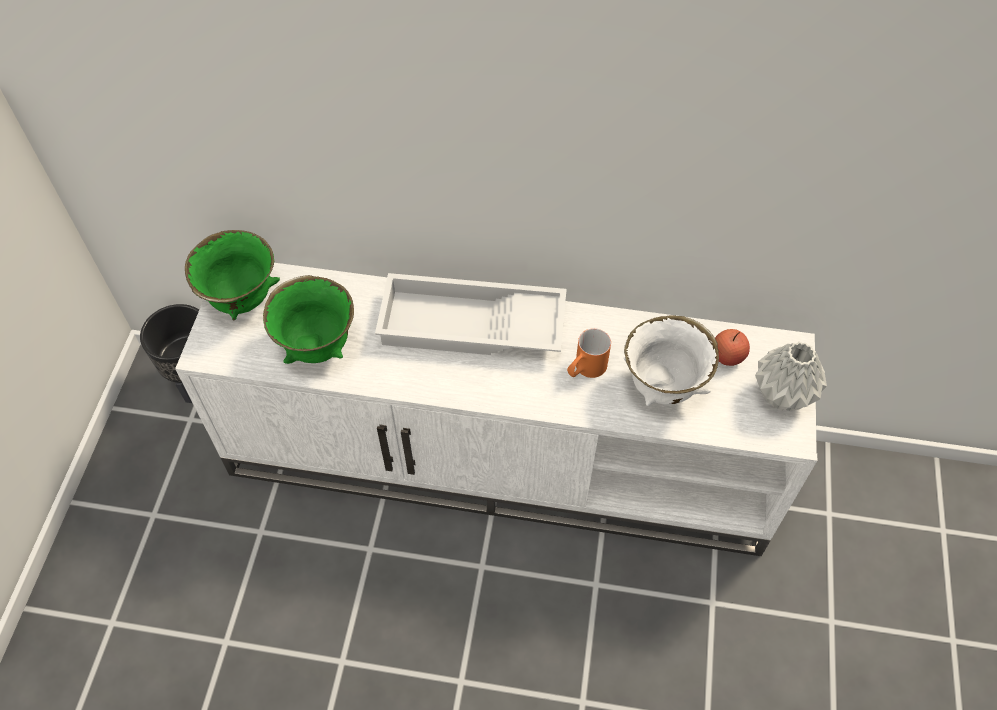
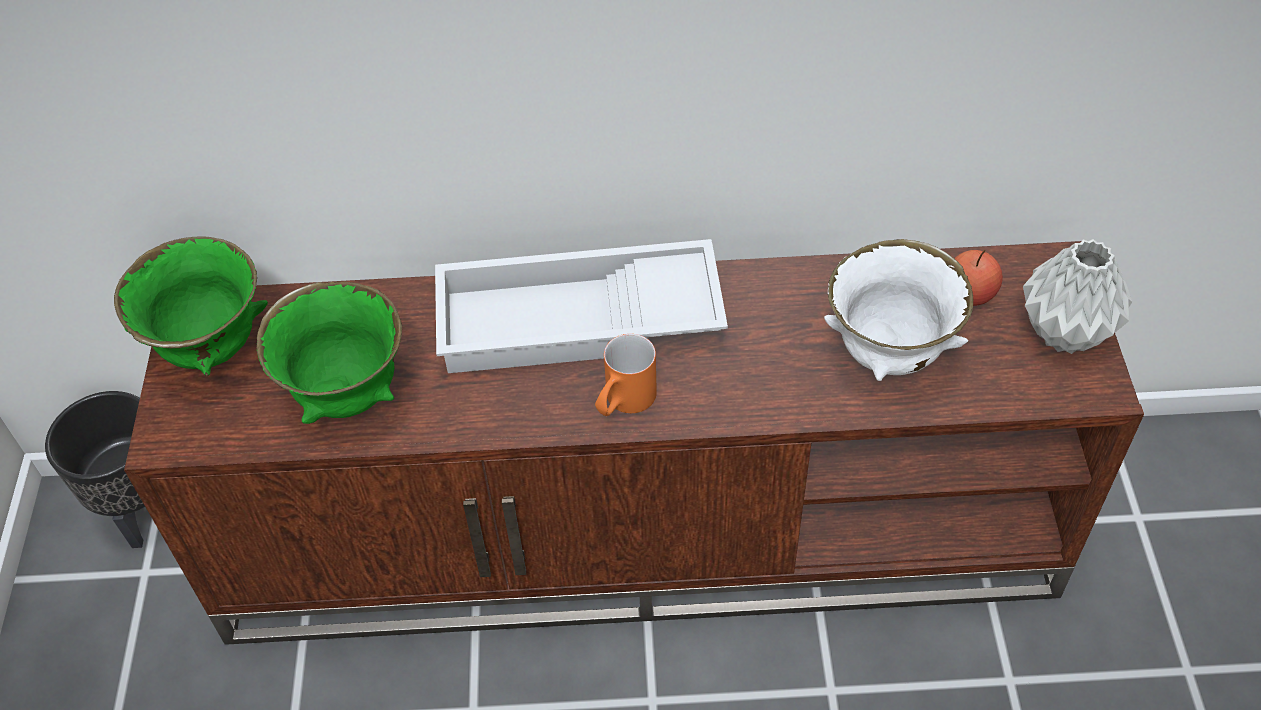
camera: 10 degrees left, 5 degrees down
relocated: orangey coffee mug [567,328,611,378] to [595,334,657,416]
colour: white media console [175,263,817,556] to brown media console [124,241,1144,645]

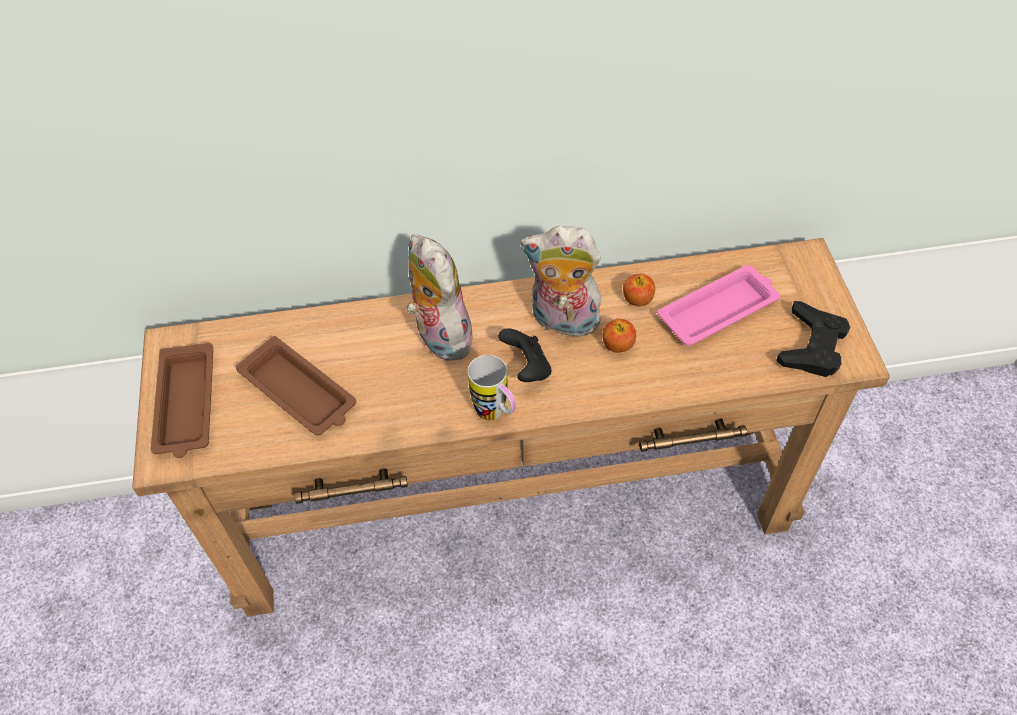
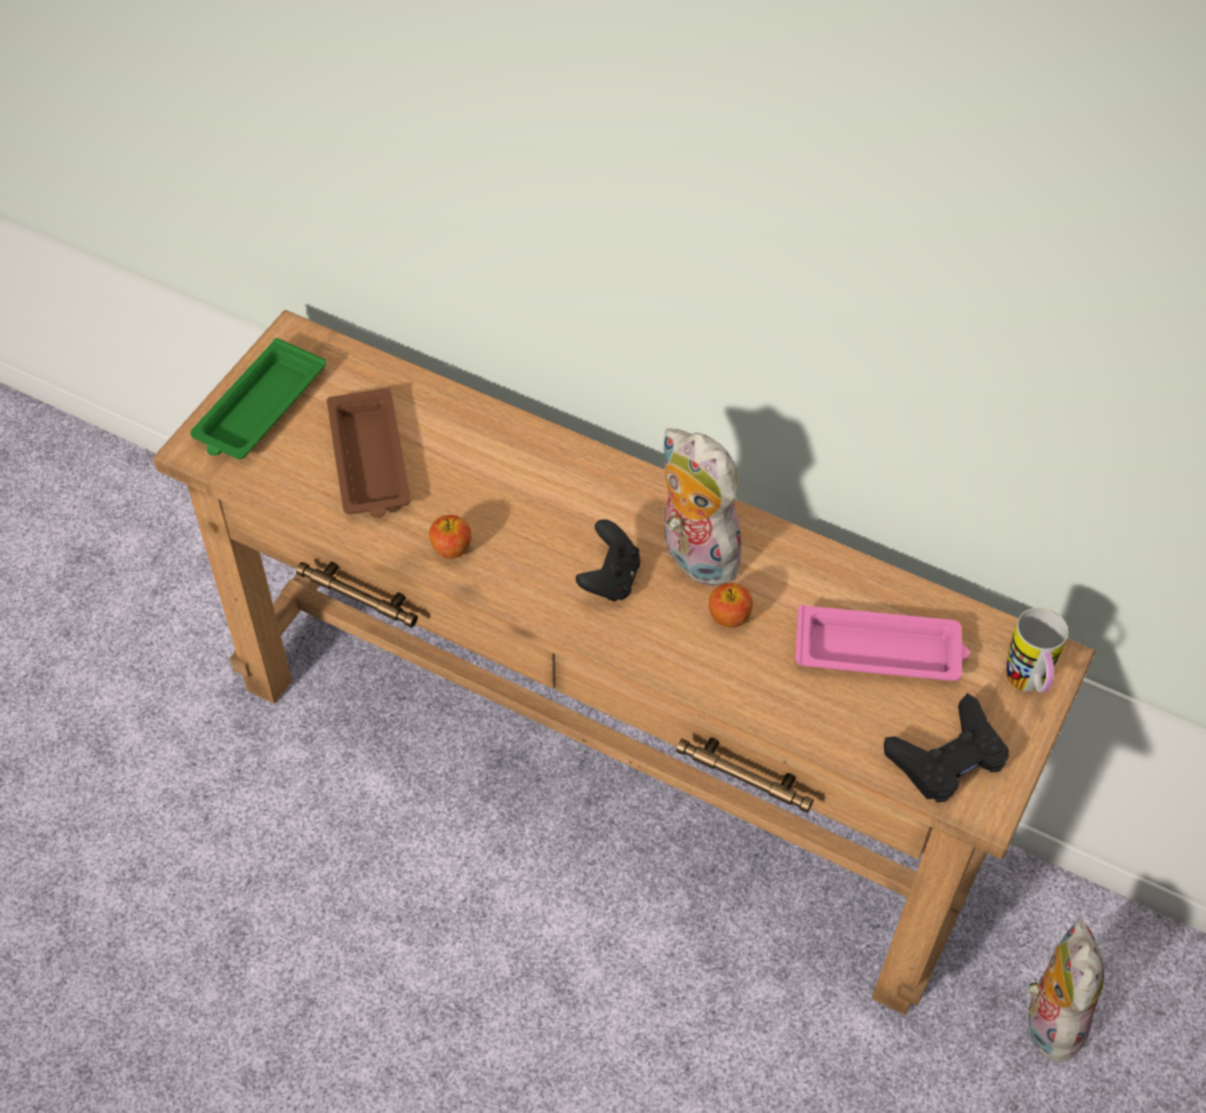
camera: 35 degrees right, 0 degrees up
relocated: soft toy [406,234,473,361] to [1023,919,1104,1068]; coffee mug [468,355,516,420] to [1007,607,1068,693]; apple fruit [623,274,655,306] to [429,515,471,559]
colour: brown carrying tray [151,343,213,458] to green carrying tray [190,338,326,459]

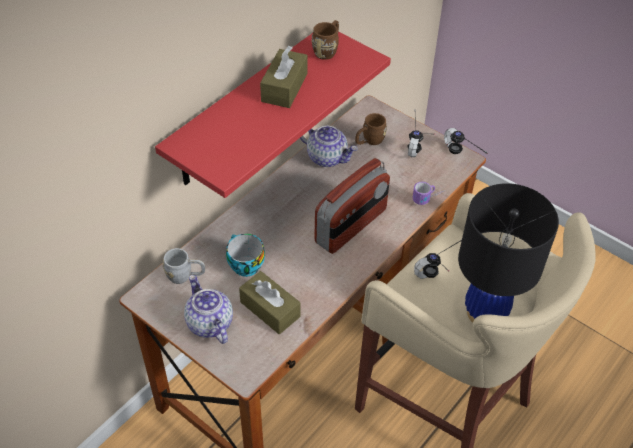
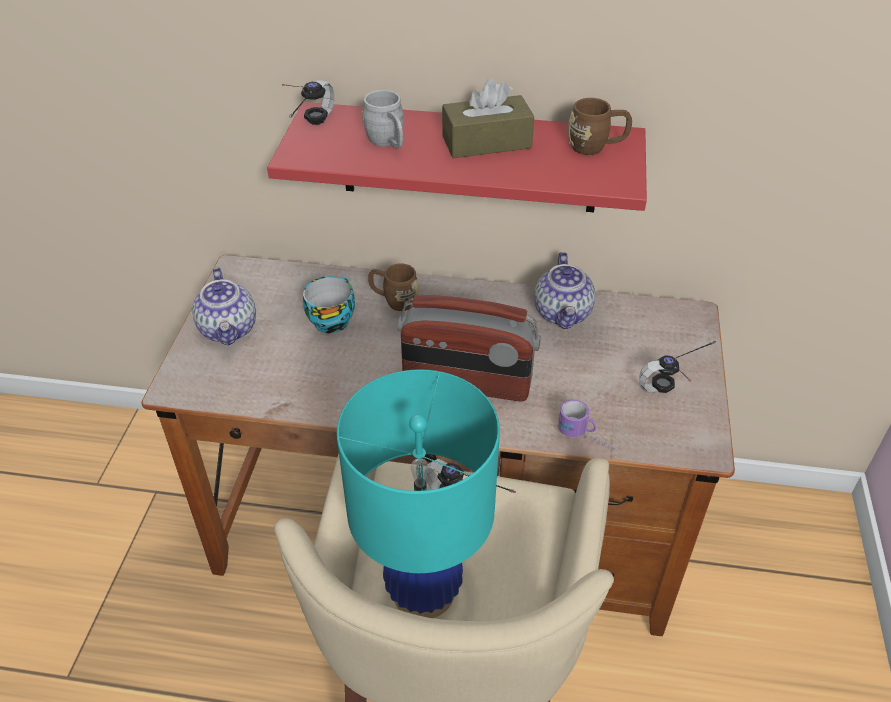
camera: 60 degrees right, 5 degrees down
missing: brown tissue holder [239,271,300,334]
relocated: grey coffee mug [163,248,205,284] to [362,90,403,149]; brown coffee mug [355,113,387,145] to [368,263,419,311]; headphones [444,128,488,154] to [282,80,334,125]
colour: blackish tabletop lamp [458,183,559,323] to turquoise tabletop lamp [337,369,500,618]
spun: teapot [184,275,233,344] = [192,267,256,346] 135 degrees clockwise

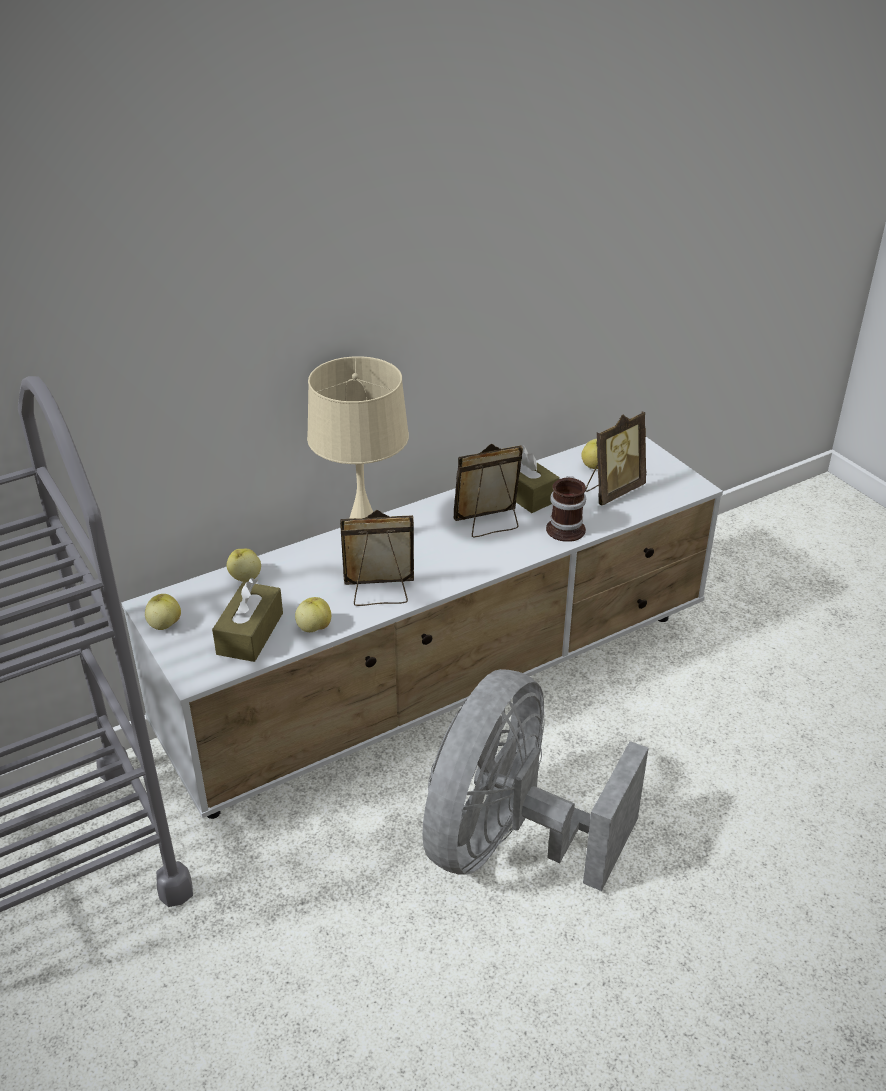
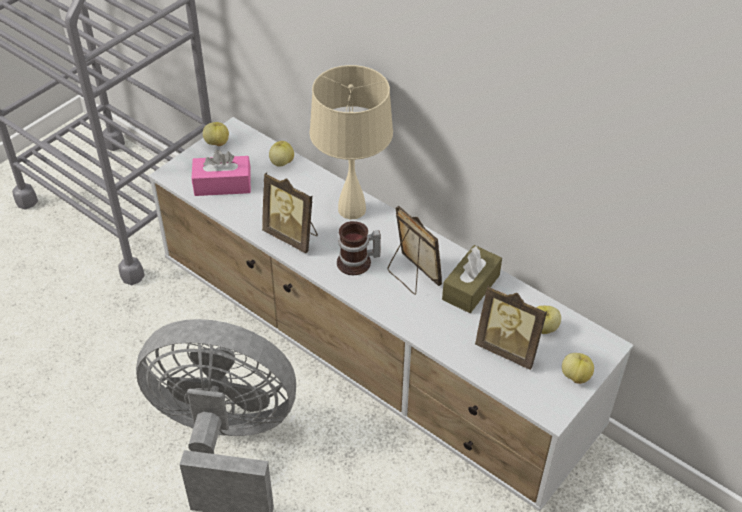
camera: 70 degrees right, 10 degrees up
relocated: apple fruit [295,597,331,632] to [562,353,594,384]; coffee mug [546,476,586,542] to [337,221,381,275]
colour: brown tissue holder [212,578,283,662] to pink tissue holder [192,150,251,196]
spun: photo frame [340,510,414,606] = [262,172,318,253] 150 degrees clockwise

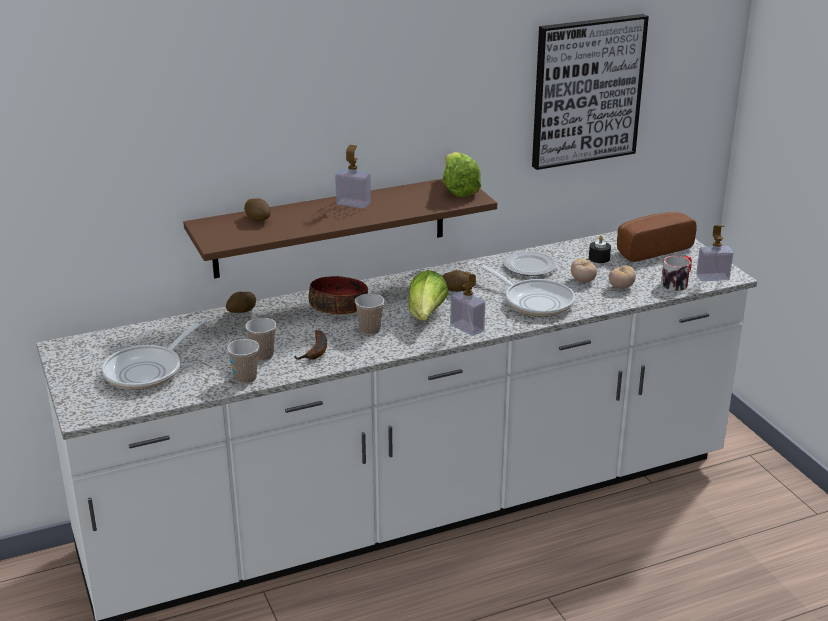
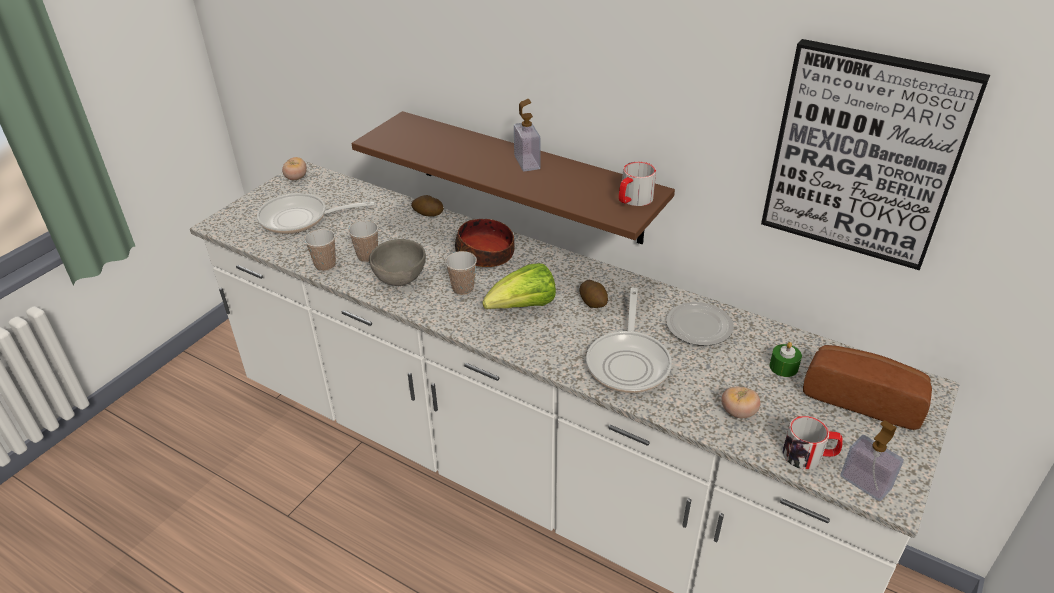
camera: 55 degrees right, 10 degrees up
missing: whole potato [244,198,271,222]; soap dispenser [450,272,485,336]
relocated: fresh tomato [571,258,597,282] to [282,157,307,180]
exchanged: whole banana [294,330,327,360] to grey serving bowl [369,239,426,286]; head of lettuce [443,152,481,197] to coffee mug [619,162,656,206]
colour: blackish candle [589,235,611,263] to green candle [770,342,802,377]

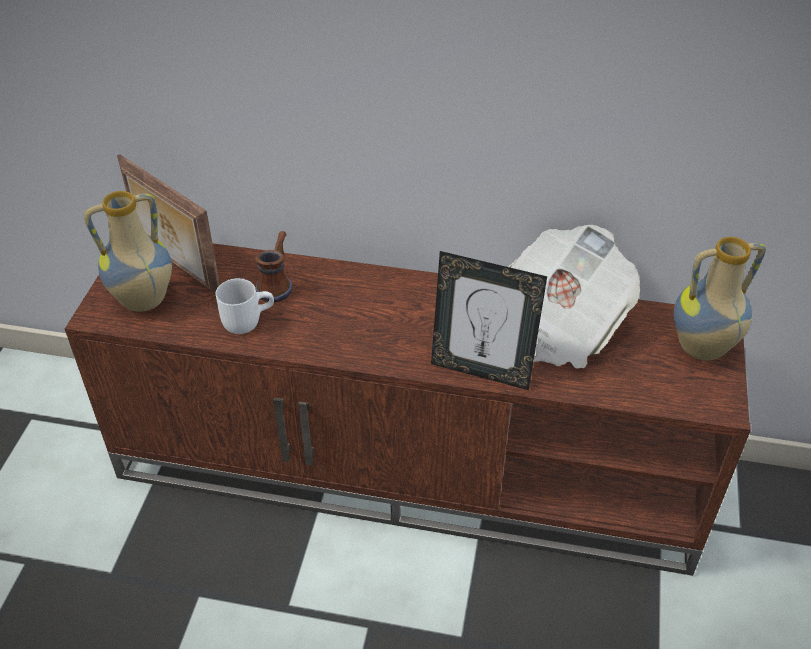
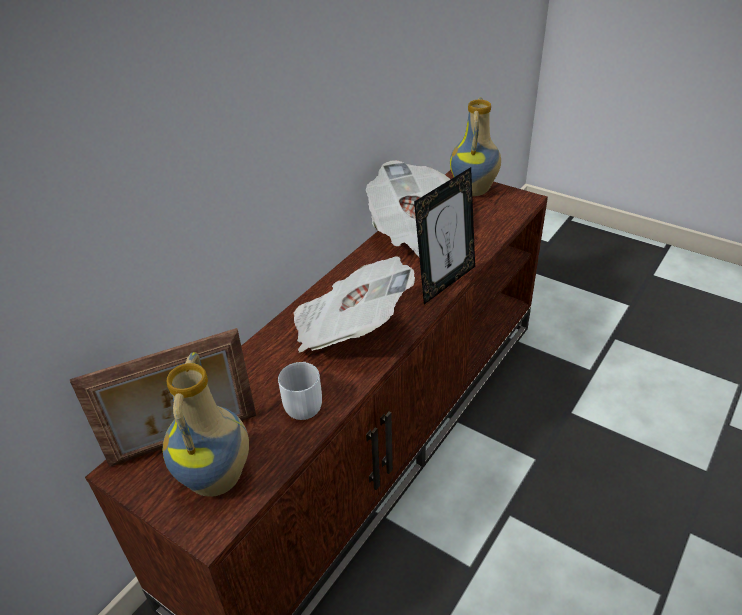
camera: 65 degrees left, 5 degrees down
missing: coffee mug [255,231,292,302]
appeared: newspaper [294,256,415,352]

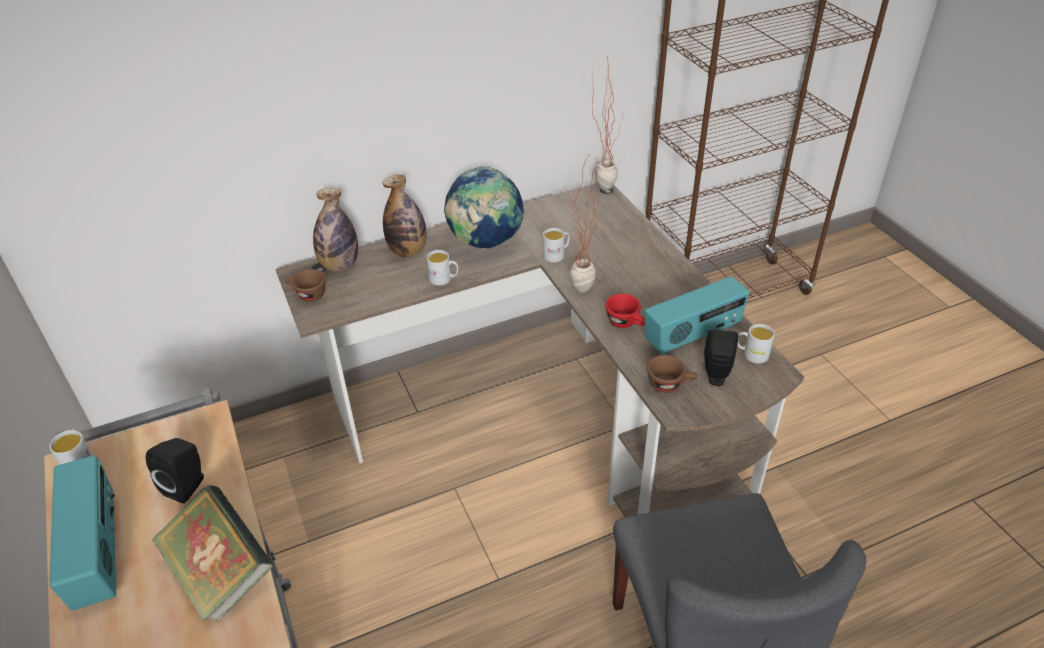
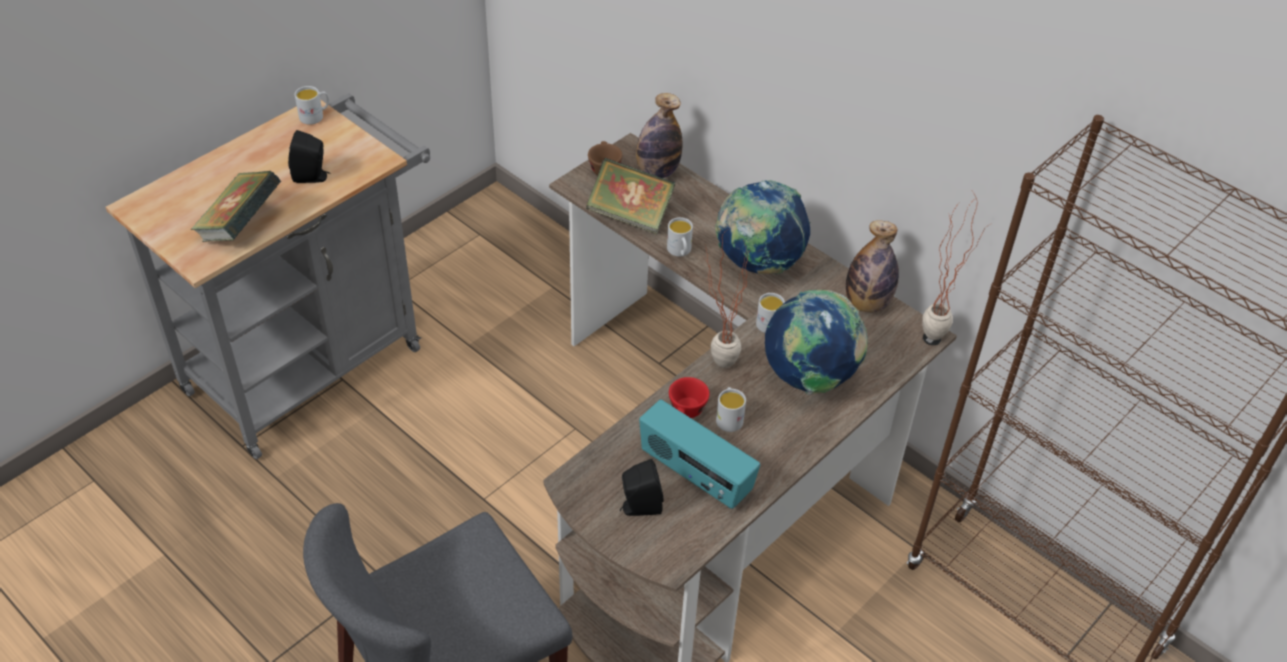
camera: 65 degrees right, 5 degrees up
missing: radio set [49,456,116,610]; brown cup [647,355,697,393]
appeared: bound book [586,158,675,234]; world globe [765,290,868,395]
relocated: drink bottle [382,175,427,257] to [846,220,899,313]; white coffee mug [737,324,775,363] to [716,387,746,432]

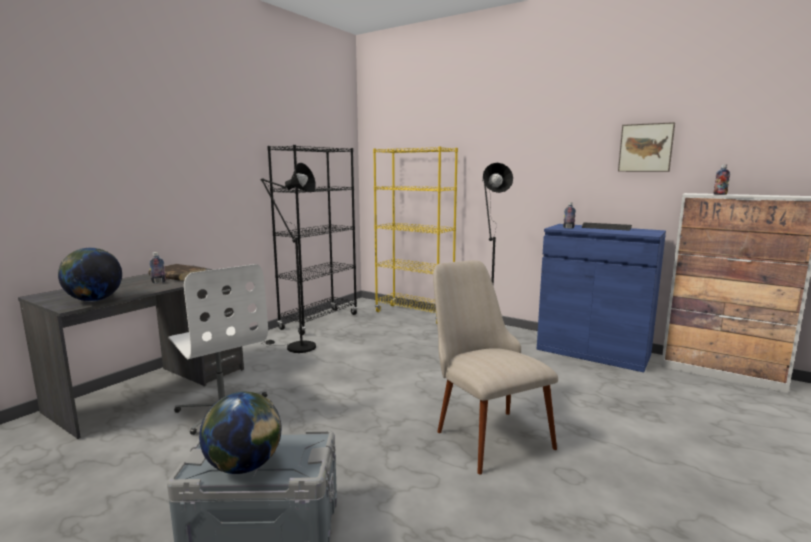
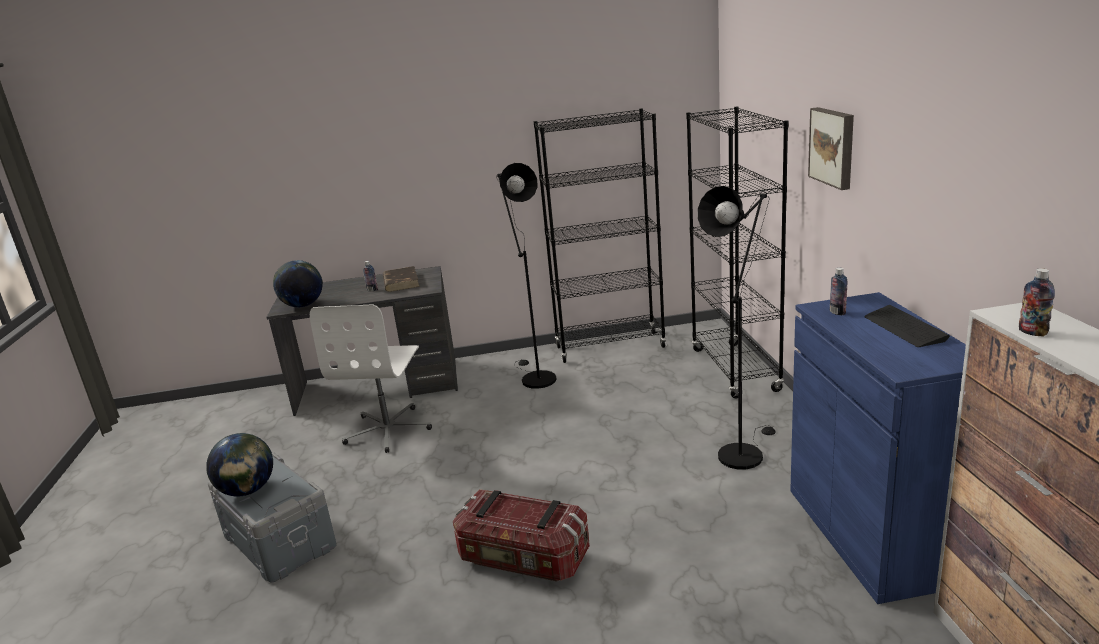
camera: 50 degrees right, 10 degrees up
relocated: wall picture [618,122,675,172] to [808,107,854,190]
exchanged: sand-coloured upright chair [433,260,558,475] to storage box [453,489,590,582]
colour: yellow-coloured shelving unit [373,146,458,324] to blackish shelving unit [686,107,788,398]

